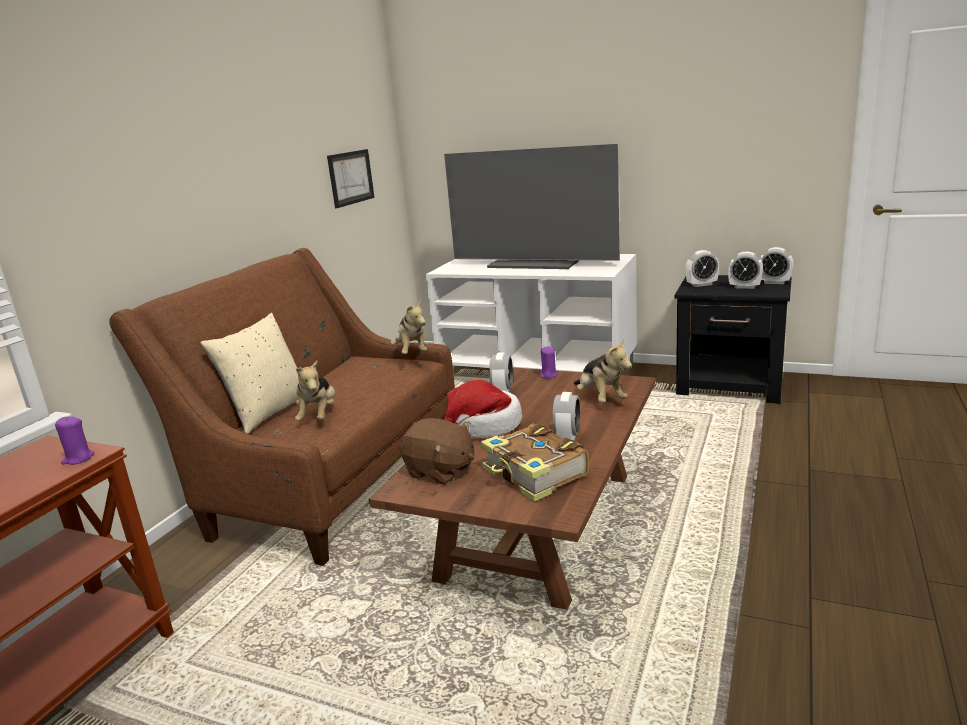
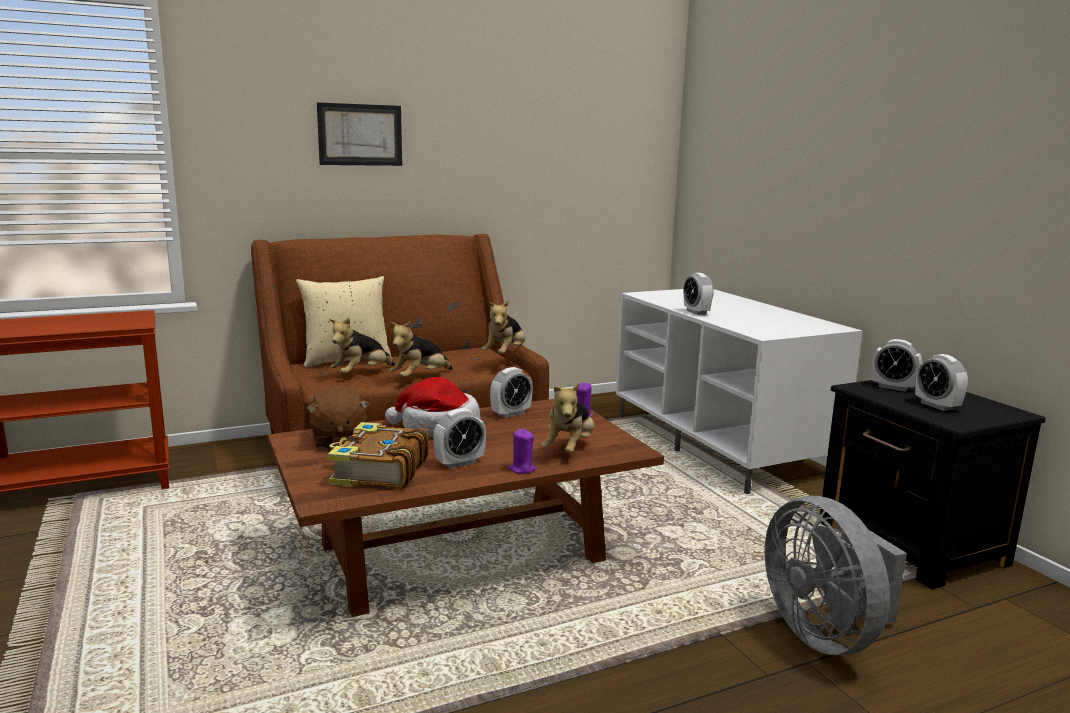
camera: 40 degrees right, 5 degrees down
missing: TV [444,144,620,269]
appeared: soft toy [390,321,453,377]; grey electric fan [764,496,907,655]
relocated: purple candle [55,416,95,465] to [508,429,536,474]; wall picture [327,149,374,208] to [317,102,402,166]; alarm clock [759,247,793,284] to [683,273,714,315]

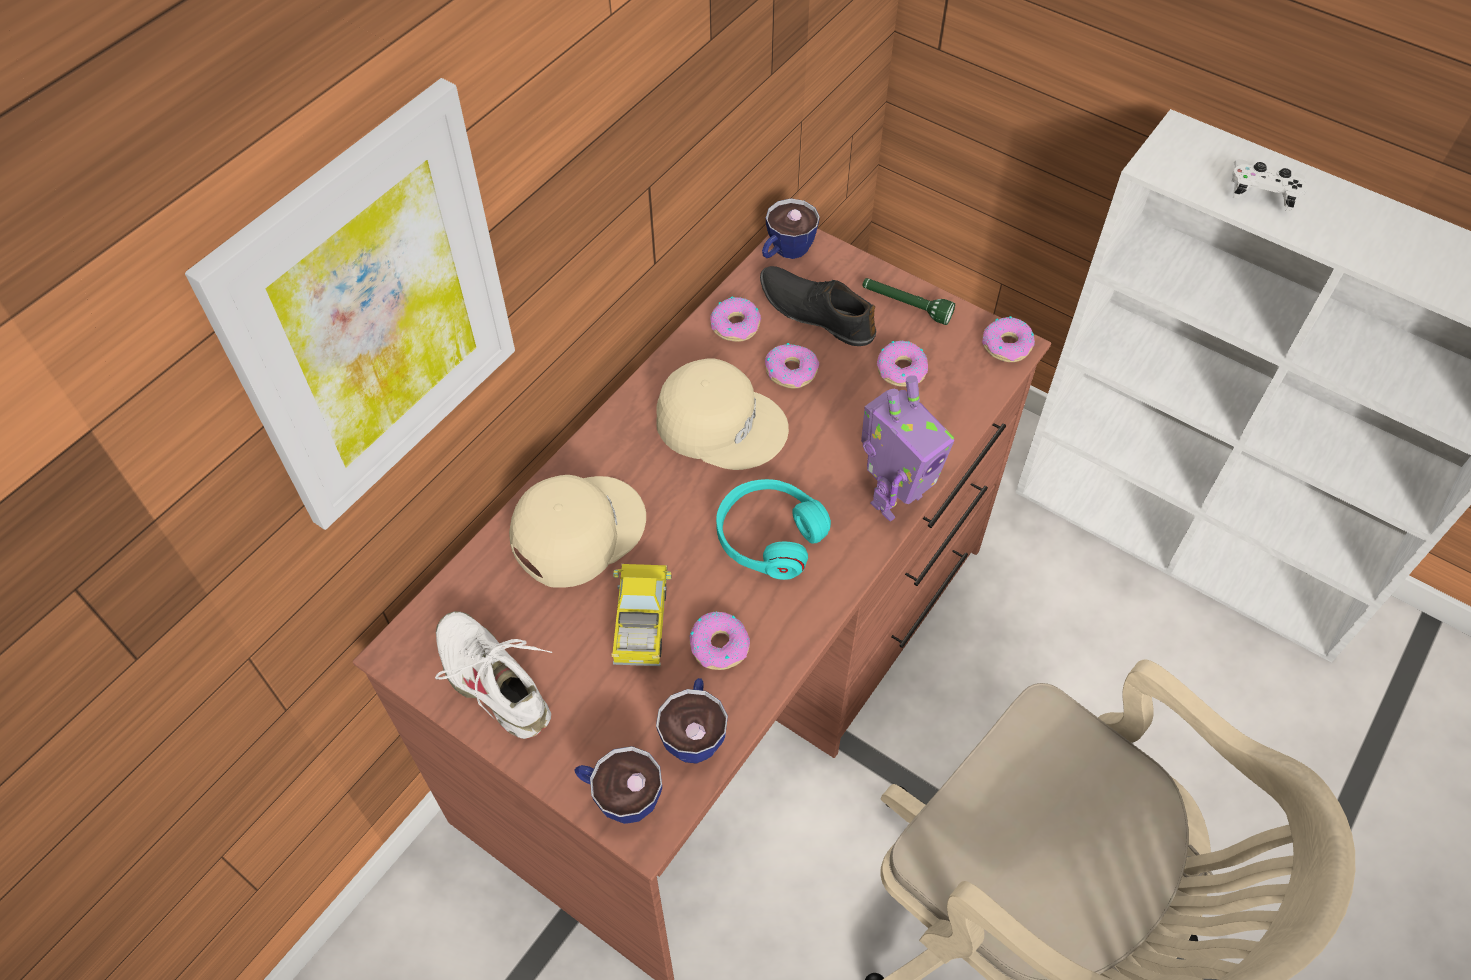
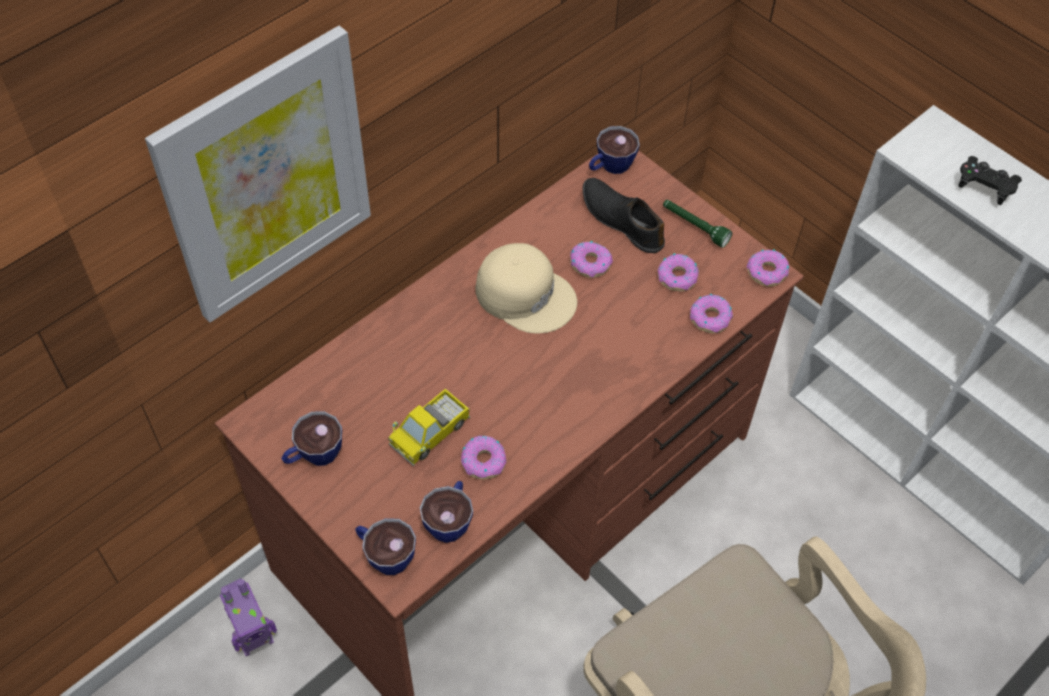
camera: 10 degrees right, 0 degrees up
missing: sand-coloured baseball cap [509,475,646,588]; turquoise headphones [716,479,831,580]
relocated: donut [710,297,761,342] to [690,294,733,333]; model robot [861,375,954,522] to [220,578,277,656]
exchanged: white item of footwear [435,611,552,739] to cup [281,411,342,466]
colour: white game controller [1232,159,1308,212] to blackish game controller [958,156,1022,205]
spun: toy truck [612,564,671,666] = [388,388,470,466] 150 degrees counterclockwise

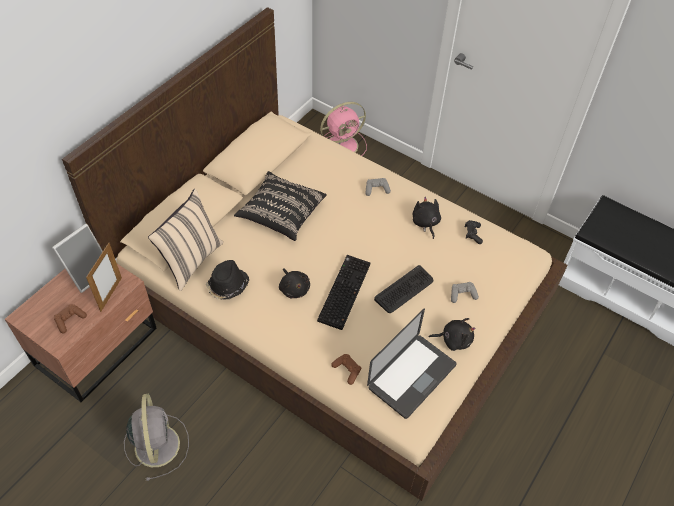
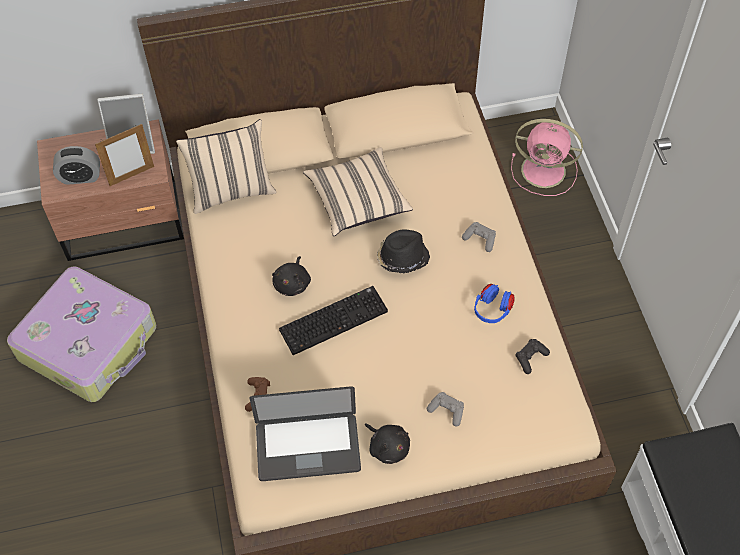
camera: 45 degrees right, 5 degrees up
missing: keyboard [374,265,434,313]
relocated: blackish wearable hat [206,260,249,300] to [377,229,430,274]
exchanged: brown game controller [54,304,87,333] to alarm clock [53,146,100,185]; grey electric fan [124,394,189,481] to suitcase [7,266,156,402]; blackish soft toy [413,197,441,239] to bluish headphones [474,284,515,323]
colour: blackish throw pillow [234,171,327,241] to sand-coloured throw pillow [303,147,413,236]

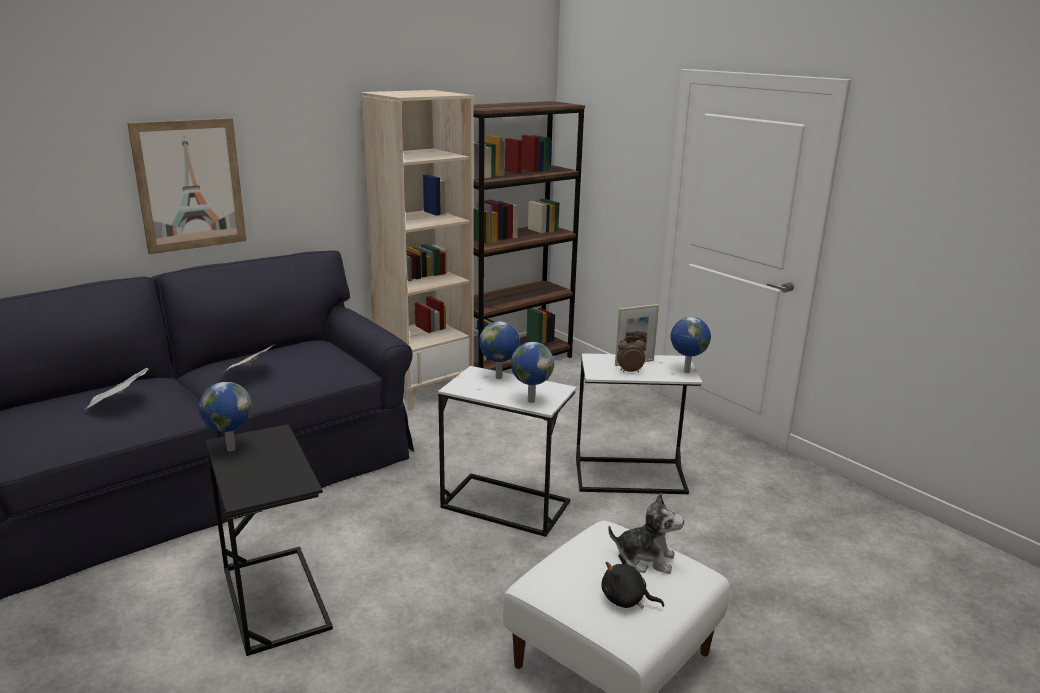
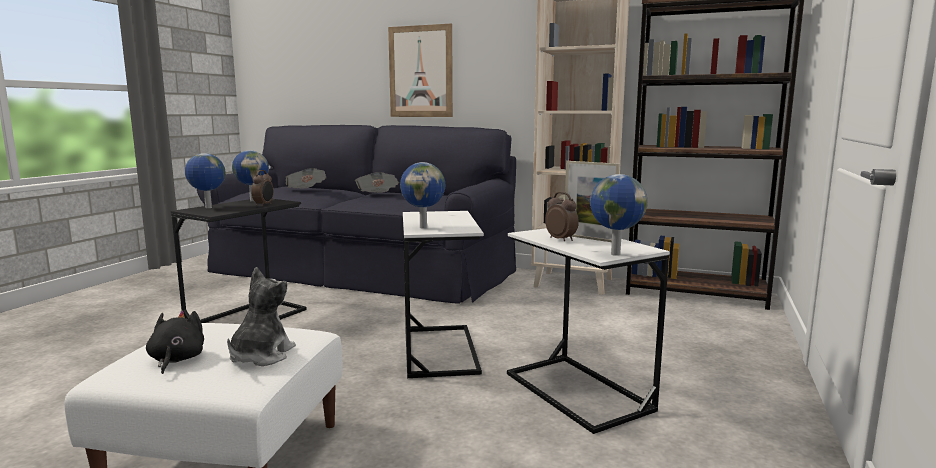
camera: 60 degrees right, 10 degrees down
appeared: alarm clock [251,170,274,206]
relocated: world globe [479,321,520,379] to [185,153,226,208]
spun: soft toy [608,493,684,574] = [227,267,296,366] 150 degrees counterclockwise

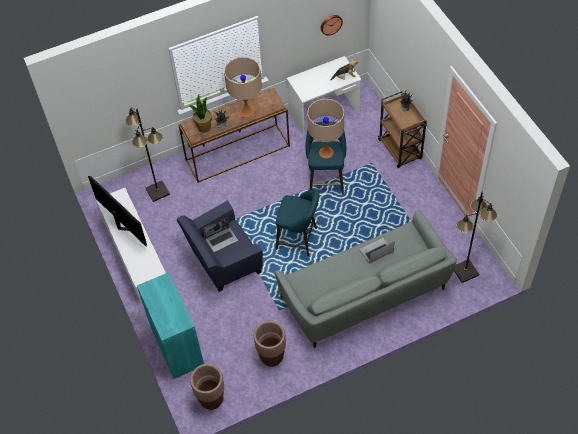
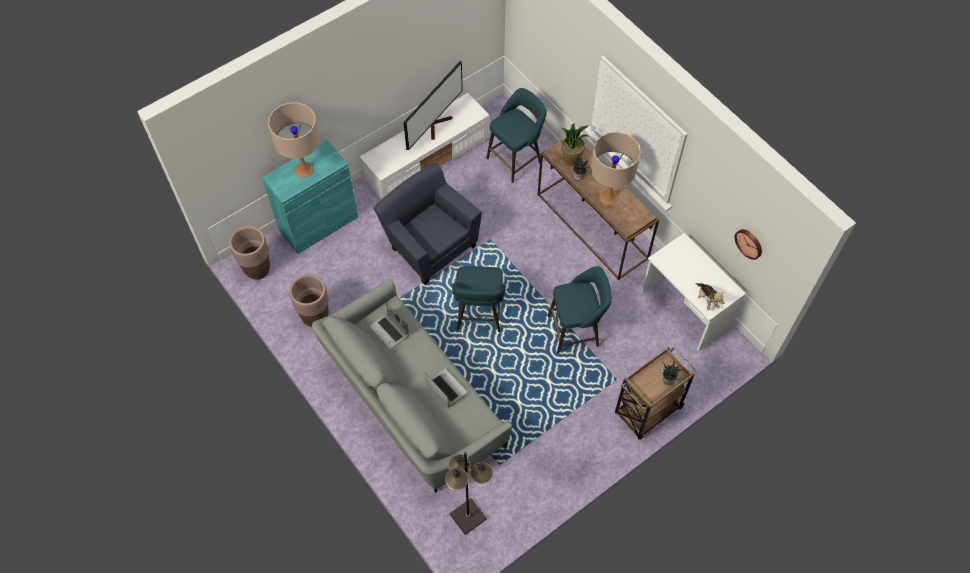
camera: 75 degrees right, 5 degrees up
relocated: portable computer [203,217,238,252] to [369,302,409,349]; sand-coloured tabletop lamp [307,99,344,159] to [268,102,320,178]
exchanged: blackish standing lamp [126,108,170,202] to turquoise stool seat [487,88,547,183]

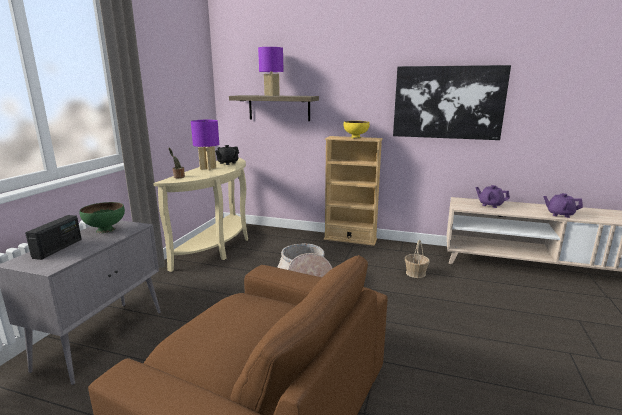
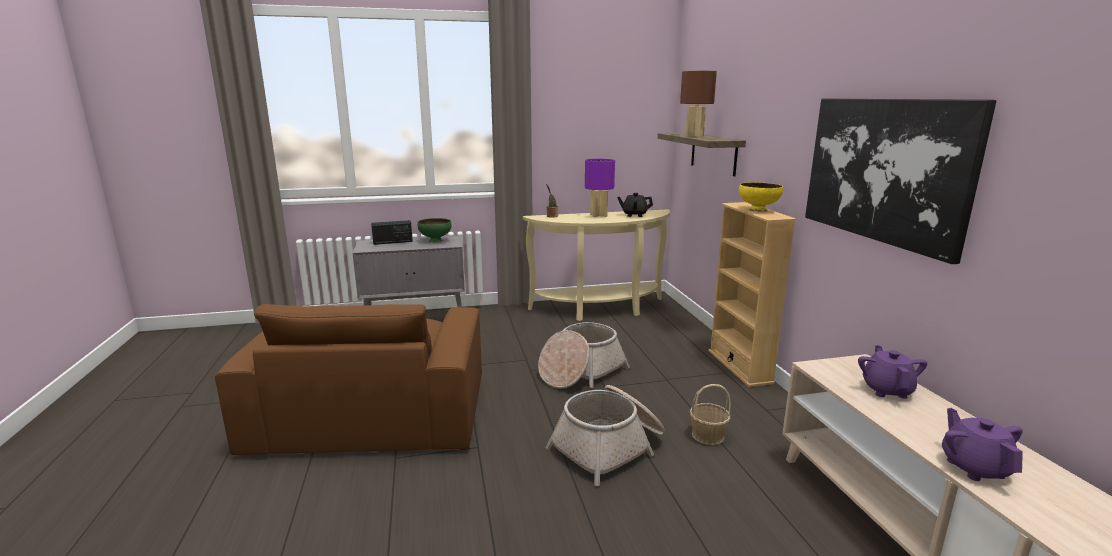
camera: 60 degrees right, 0 degrees up
appeared: basket [546,385,665,486]
colour: purple tabletop lamp [258,47,284,96] to brown tabletop lamp [680,71,717,137]

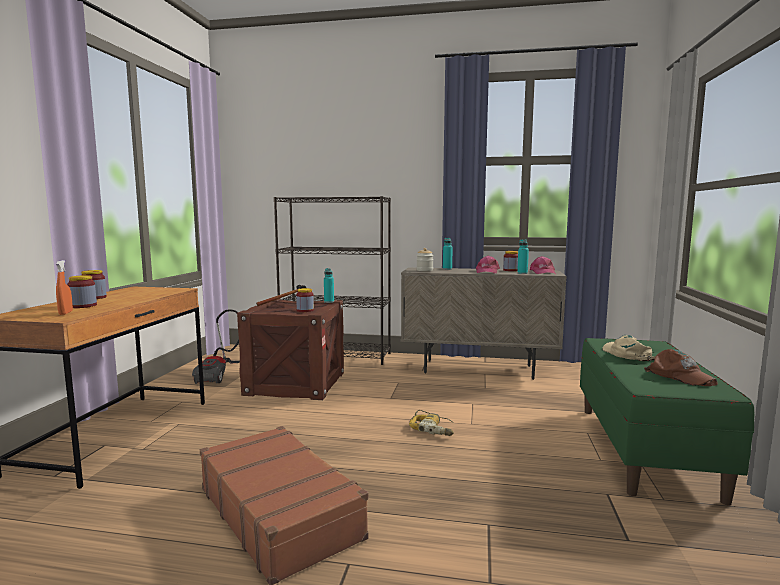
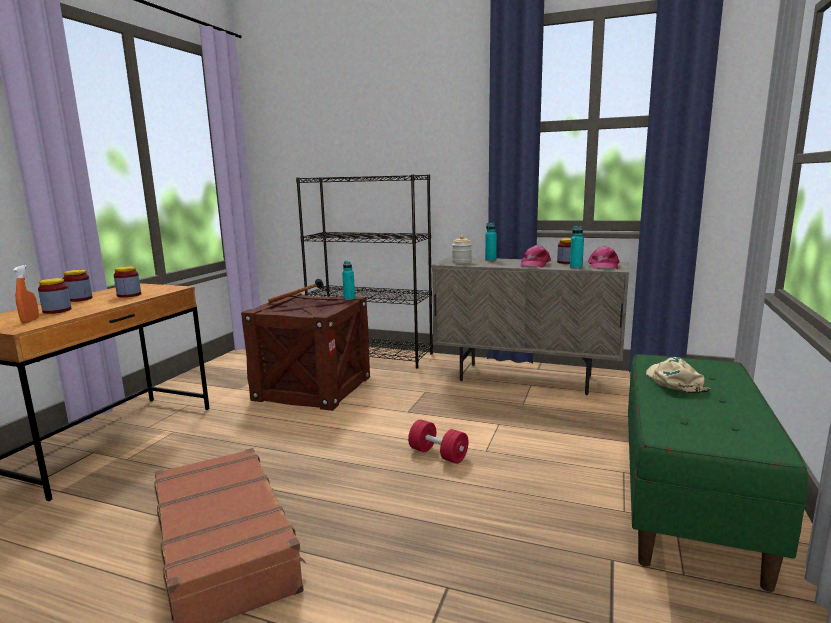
camera: 10 degrees right, 5 degrees up
missing: vacuum [192,310,240,384]; brown baseball cap [644,349,718,386]
relocated: storage jar [296,288,314,312] to [114,266,141,298]
exchanged: drill [409,410,454,436] to reddish dumbbell [408,420,468,464]

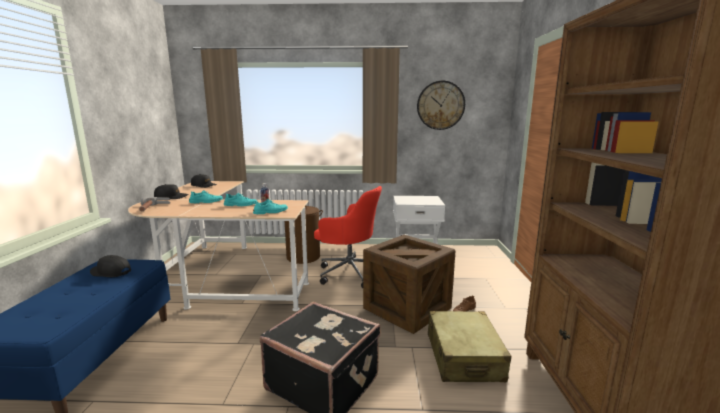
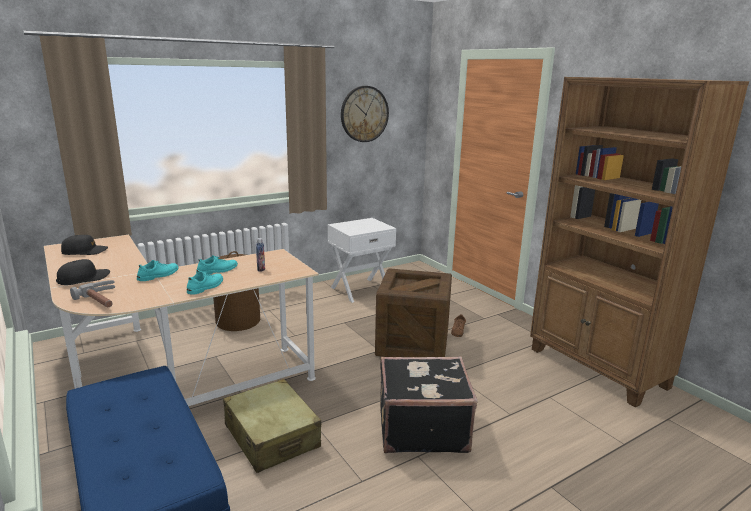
camera: 35 degrees left, 5 degrees up
missing: blackish baseball cap [90,255,131,277]; reddish desk chair [314,186,382,288]
relocated: turquoise item of footwear [253,199,288,214] to [187,271,223,295]; sand-coloured suitcase [428,311,511,382] to [223,379,321,473]

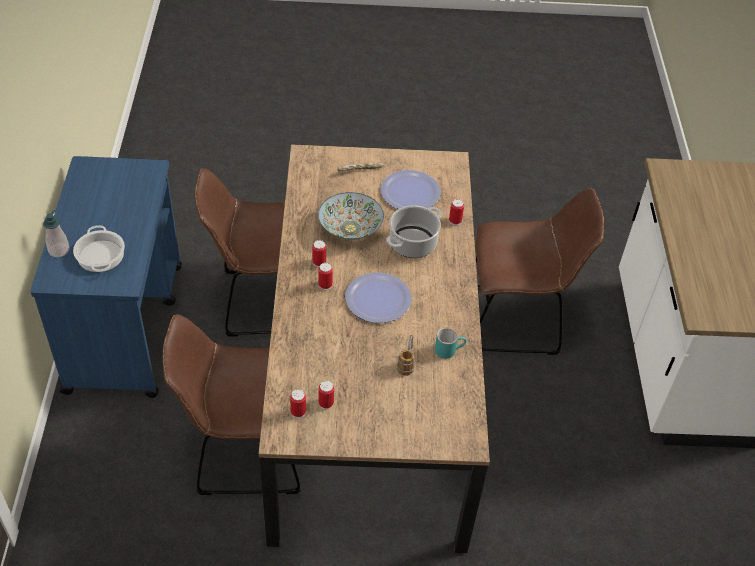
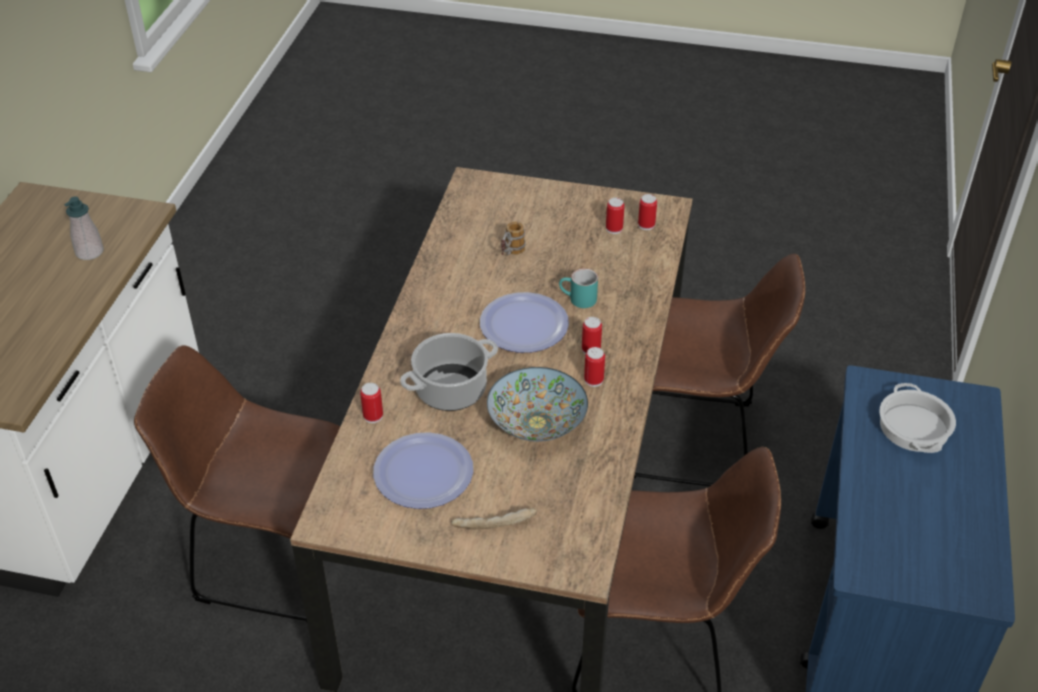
camera: 165 degrees left, 5 degrees down
relocated: soap dispenser [43,210,69,257] to [64,197,104,260]; turquoise coffee mug [435,328,467,359] to [559,268,598,308]

